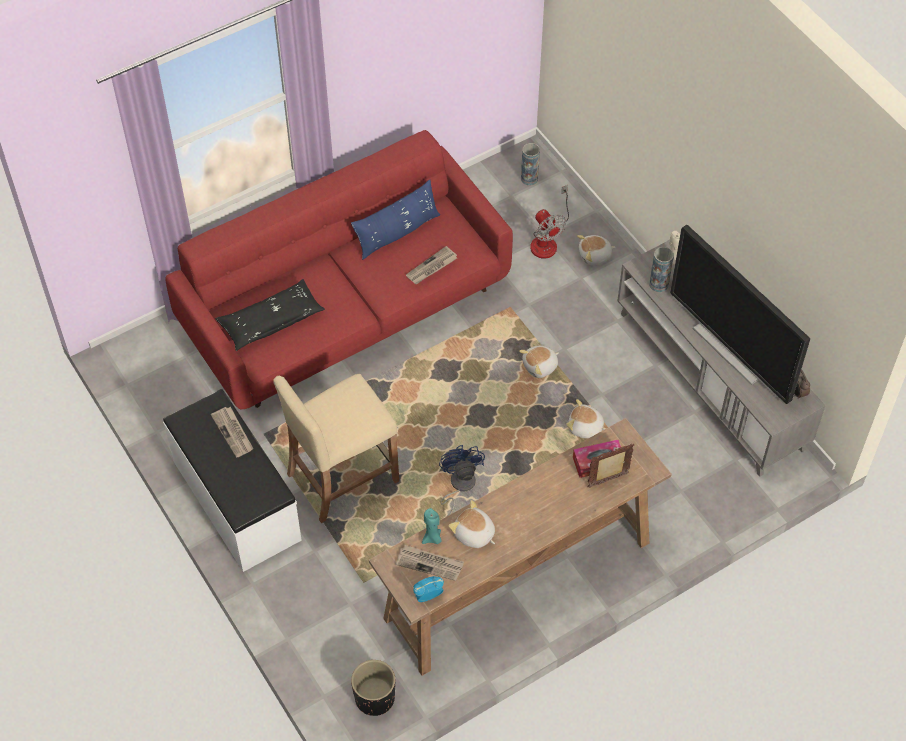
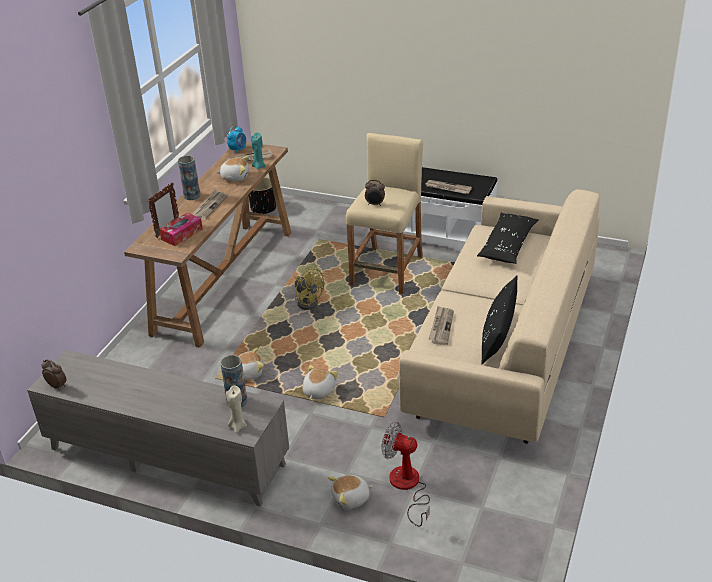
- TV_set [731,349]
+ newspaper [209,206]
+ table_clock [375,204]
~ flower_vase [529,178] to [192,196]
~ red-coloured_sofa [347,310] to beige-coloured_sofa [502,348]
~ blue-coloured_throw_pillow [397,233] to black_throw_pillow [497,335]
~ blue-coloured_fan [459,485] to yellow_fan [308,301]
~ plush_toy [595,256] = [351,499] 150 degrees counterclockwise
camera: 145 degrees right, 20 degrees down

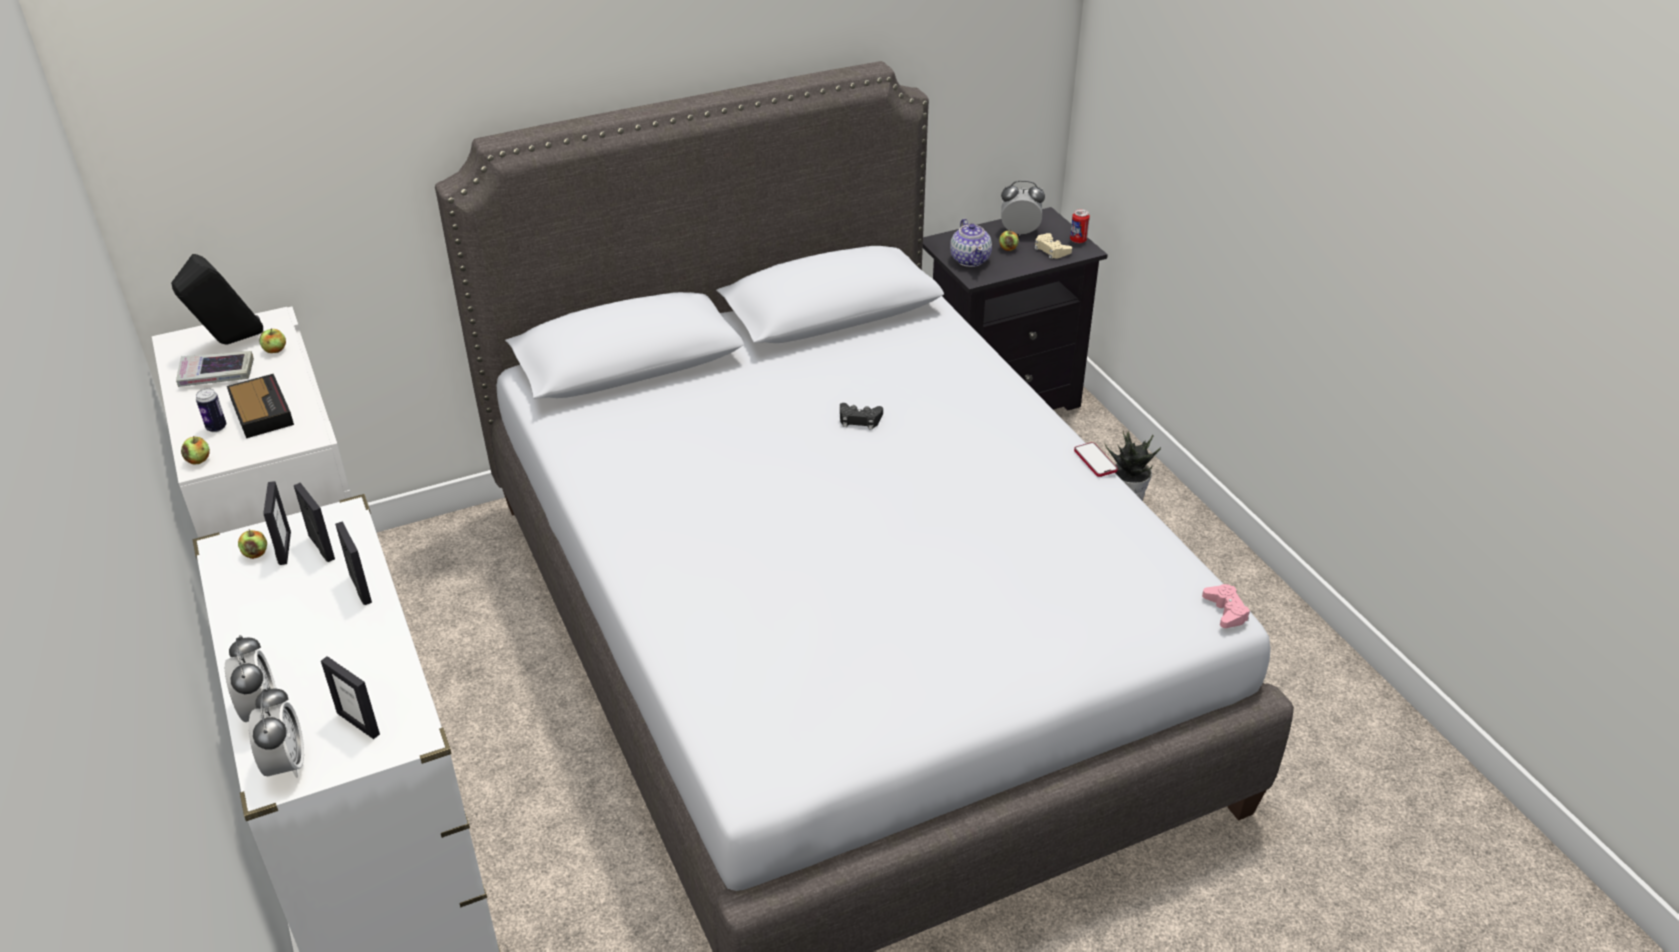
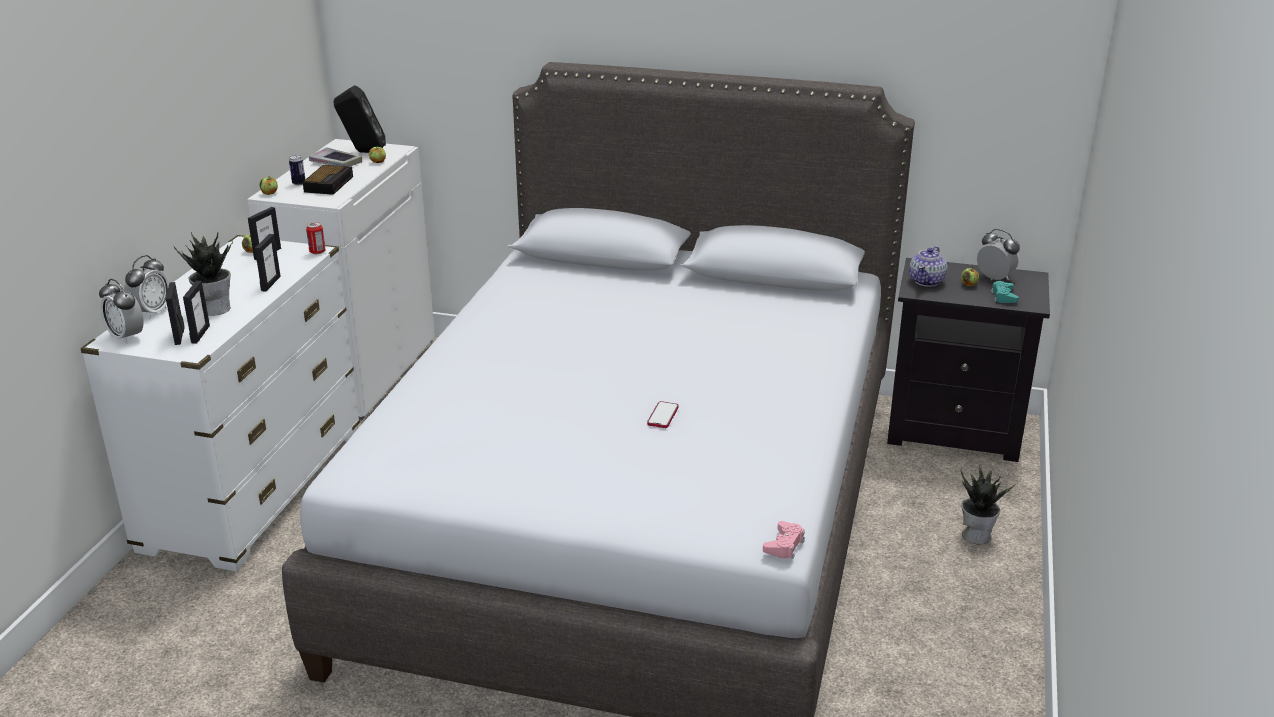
- black_joypad [859,420]
+ potted_plant [215,308]
~ standing_frame [321,547] to [200,334]
~ metal_can [1078,240] to [317,252]
~ handset [1095,461] to [663,416]
~ beige-coloured_joypad [1051,250] to blue-green_joypad [1003,296]
~ table_clock [285,764] = [126,337] 105 degrees clockwise
camera: 40 degrees right, 10 degrees down

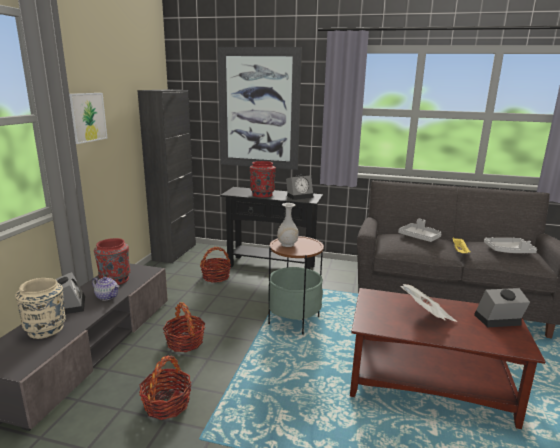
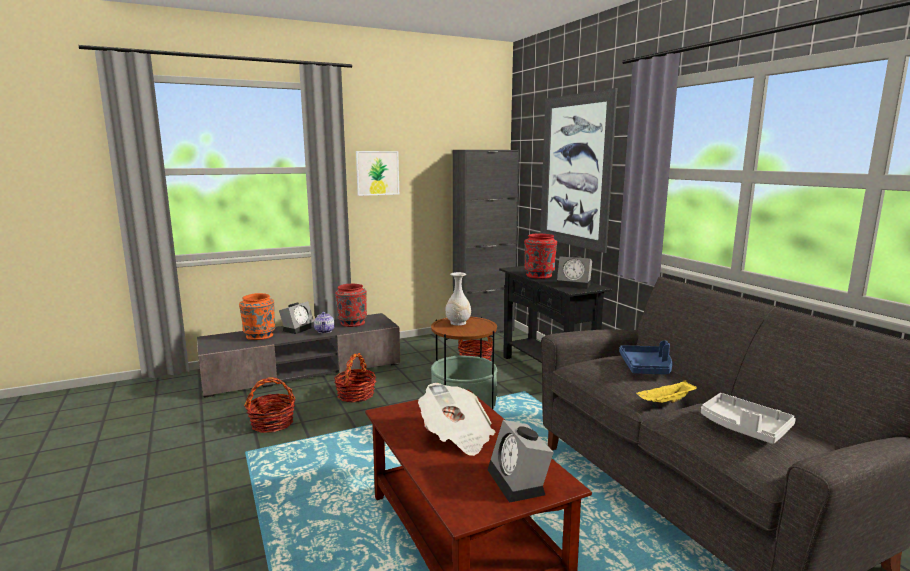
~ beige-coloured_flower_vase [46,330] to orangey_flower_vase [259,336]
~ gray_carrying_tray [419,237] to blue-coloured_carrying_tray [646,368]
~ table_clock [497,321] = [519,482] 150 degrees counterclockwise
camera: 50 degrees right, 5 degrees down

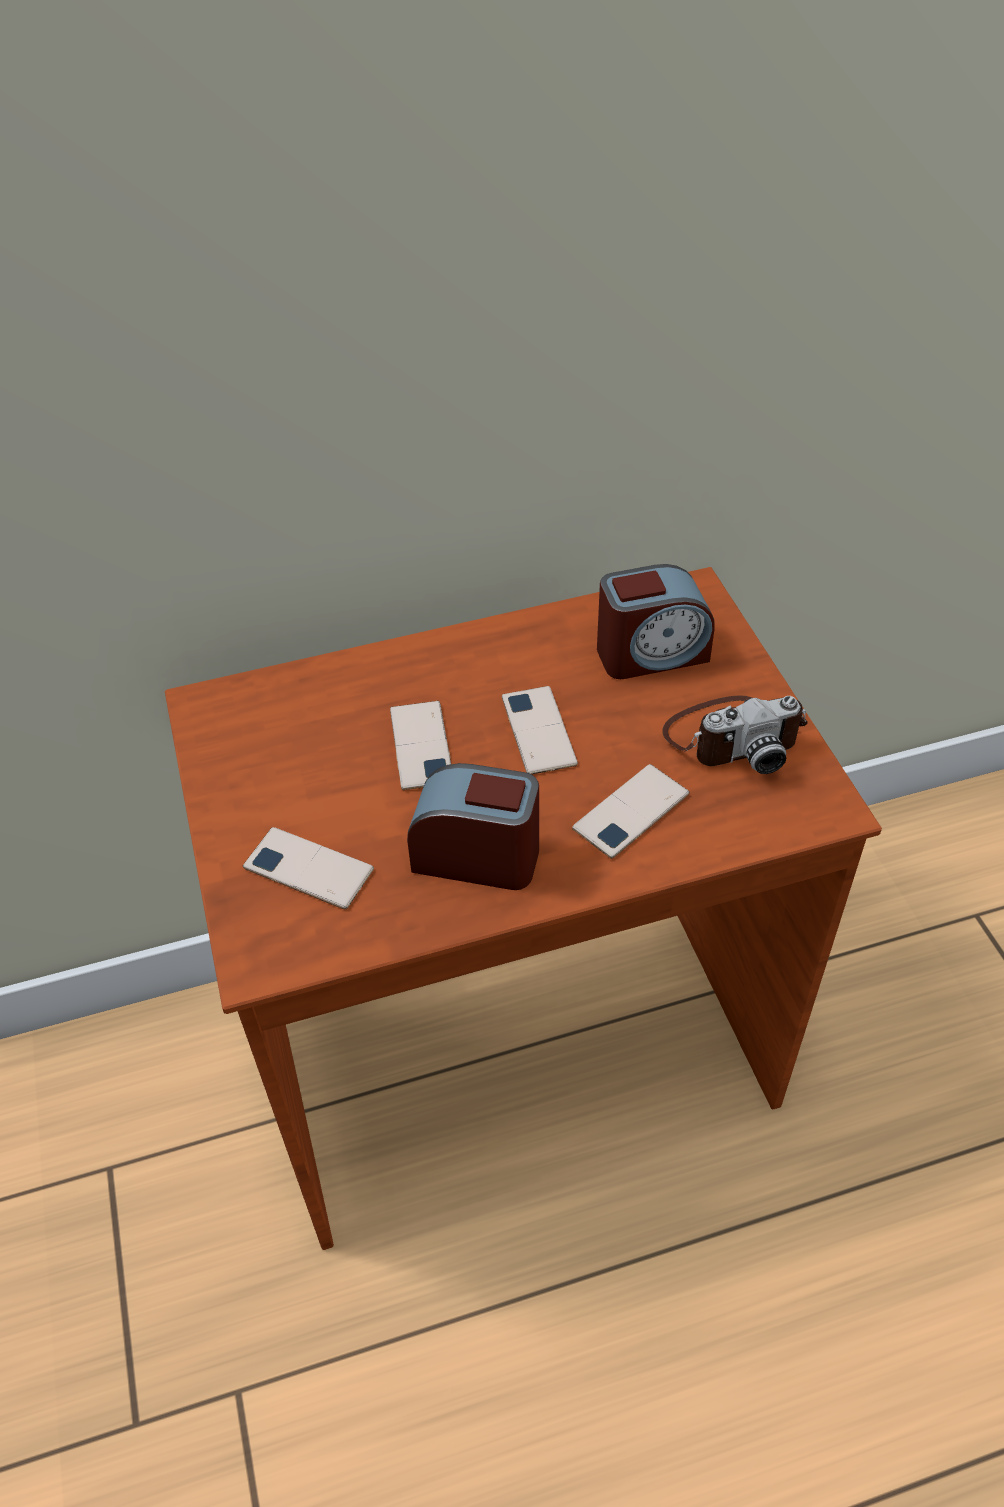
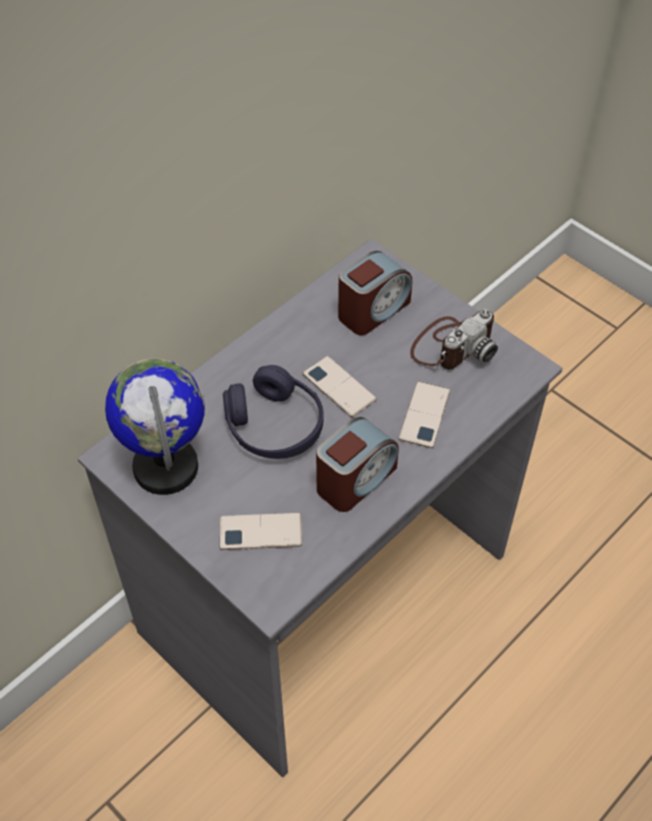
+ world_globe [166,466]
~ handset [421,746] to purplish_headphones [274,426]
~ brown_desk_table [513,1048] to gray_desk_table [327,596]
~ table_clock [477,856] = [355,479] 150 degrees clockwise
camera: 30 degrees left, 5 degrees up

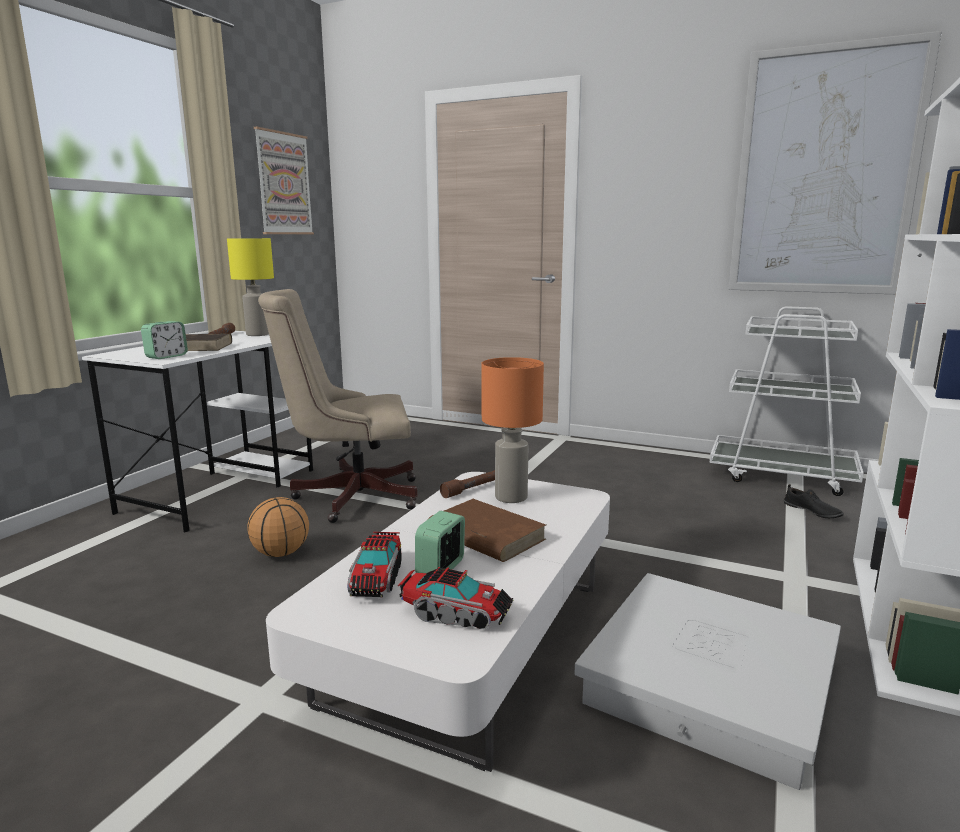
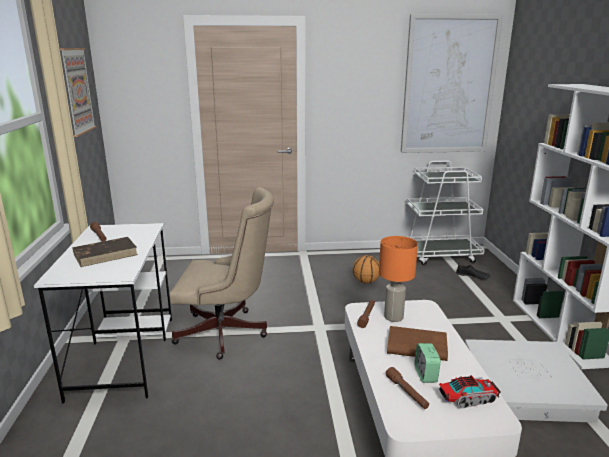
- table_clock [166,356]
- yellow_tabletop_lamp [257,334]
~ ball_for_basketball [281,553] to [365,281]
~ toy_truck [377,578] to brown_flashlight [407,393]
~ beige-coloured_desk_chair [349,496] = [227,334] 135 degrees counterclockwise
camera: 30 degrees left, 5 degrees up

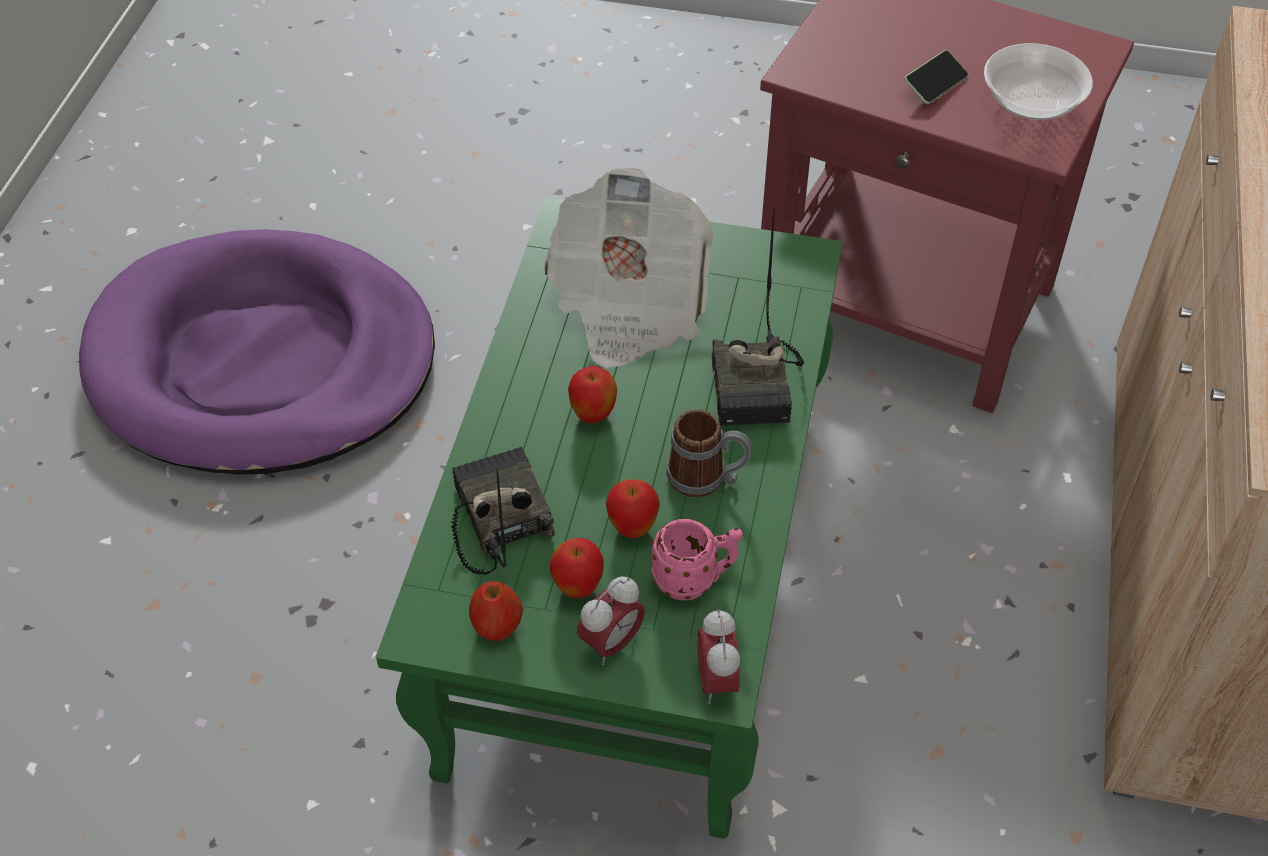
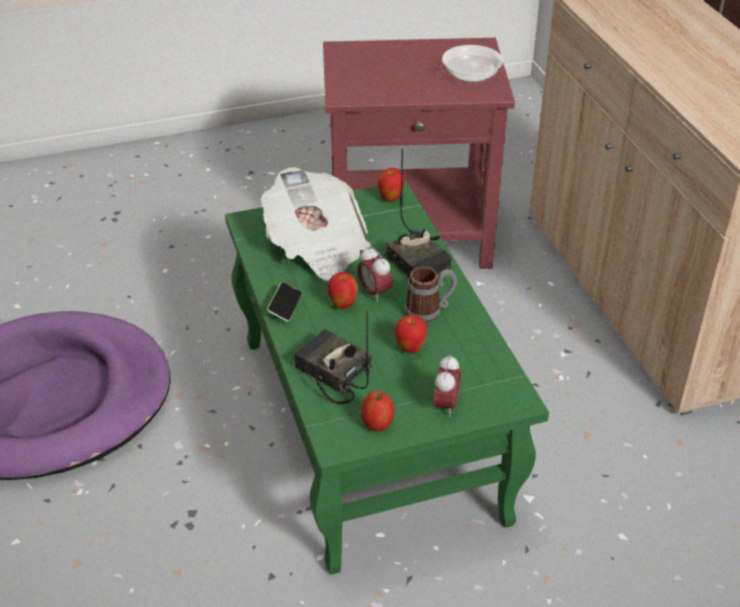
- pinkish_tea_mug [695,580]
~ apple_fruit [578,588] to [390,198]
~ table_clock [717,681] to [374,292]
~ handset [935,86] to [285,307]
camera: 30 degrees left, 10 degrees down

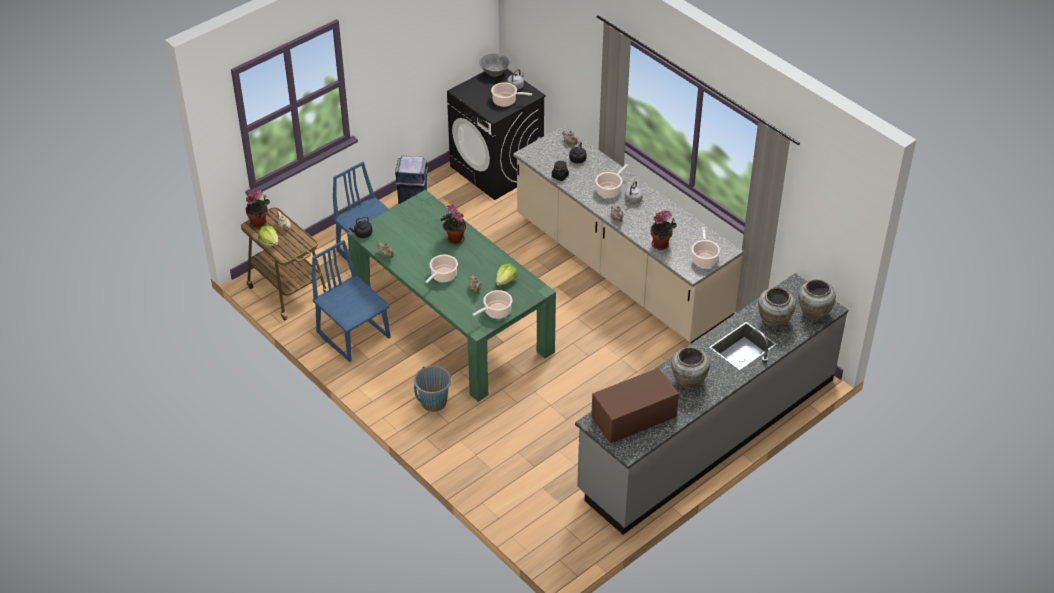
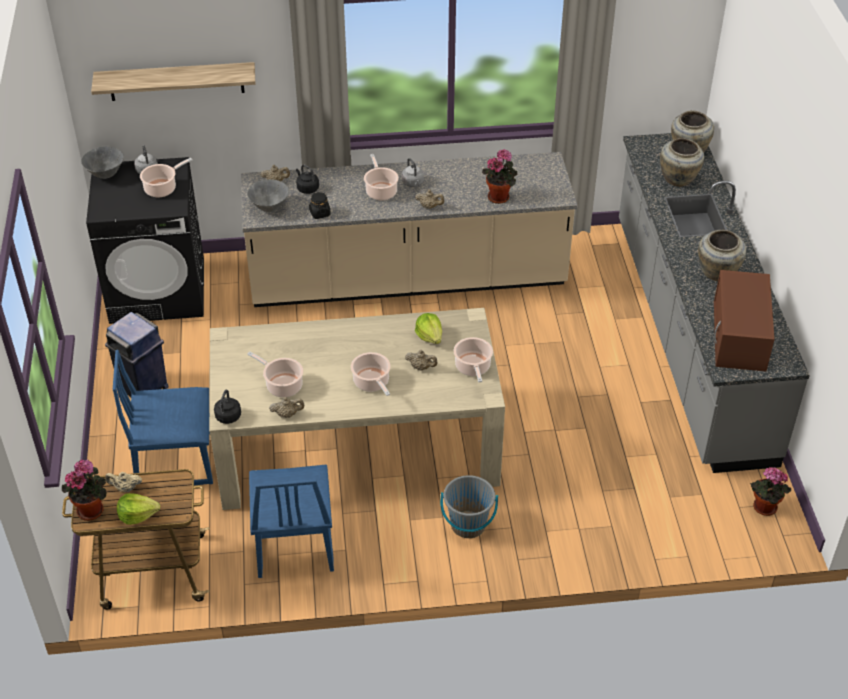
+ shelf [176,81]
+ gray_deep_dish [269,207]
~ potted_plant [454,239] to [763,508]
~ cooking_pot [704,259] to [282,385]
~ greenish_dinner_table [452,322] to beige-coloured_dinner_table [357,446]
~ blue-coloured_upright_chair [354,335] = [293,544] 90 degrees counterclockwise
camera: 55 degrees left, 0 degrees up

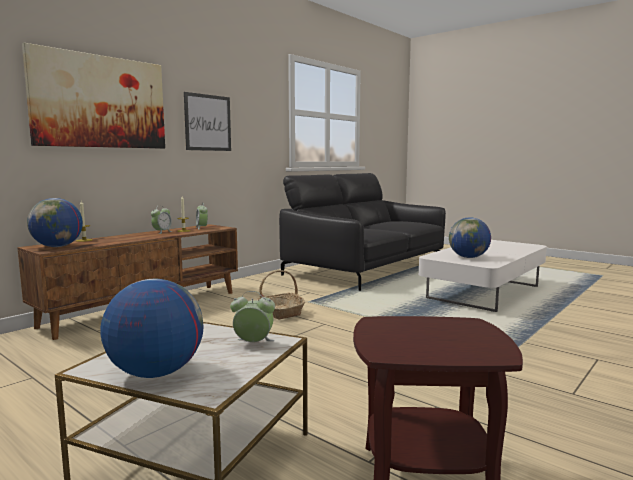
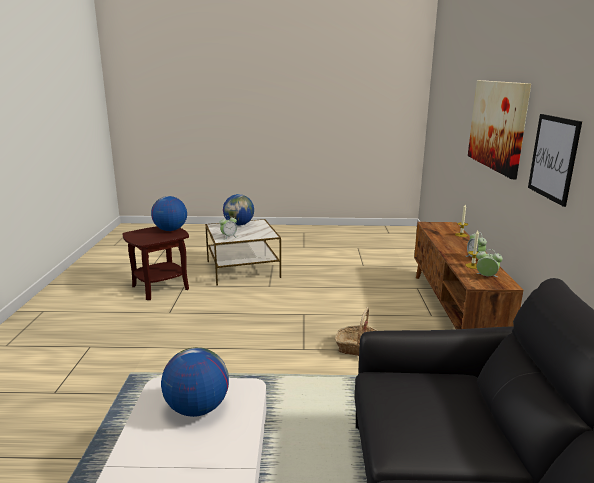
~ world_globe [57,246] to [170,230]
camera: 140 degrees right, 10 degrees up

